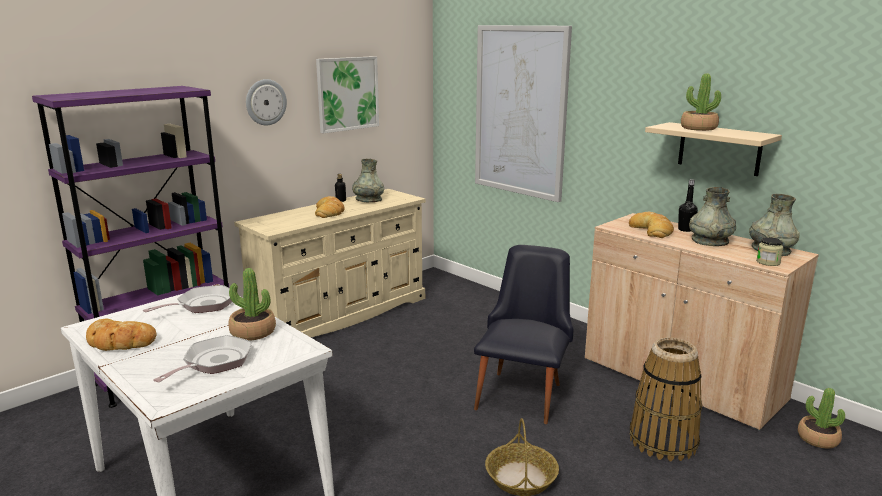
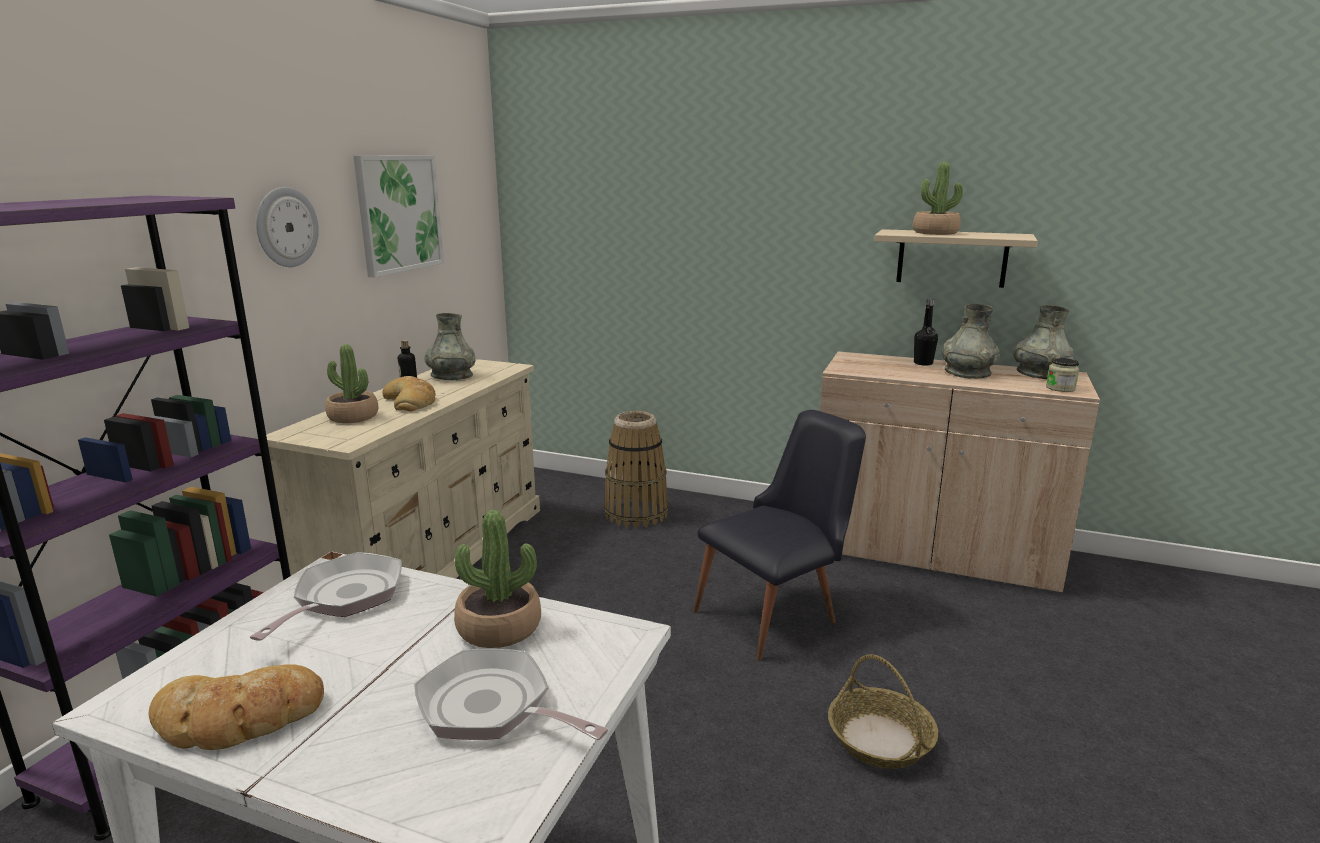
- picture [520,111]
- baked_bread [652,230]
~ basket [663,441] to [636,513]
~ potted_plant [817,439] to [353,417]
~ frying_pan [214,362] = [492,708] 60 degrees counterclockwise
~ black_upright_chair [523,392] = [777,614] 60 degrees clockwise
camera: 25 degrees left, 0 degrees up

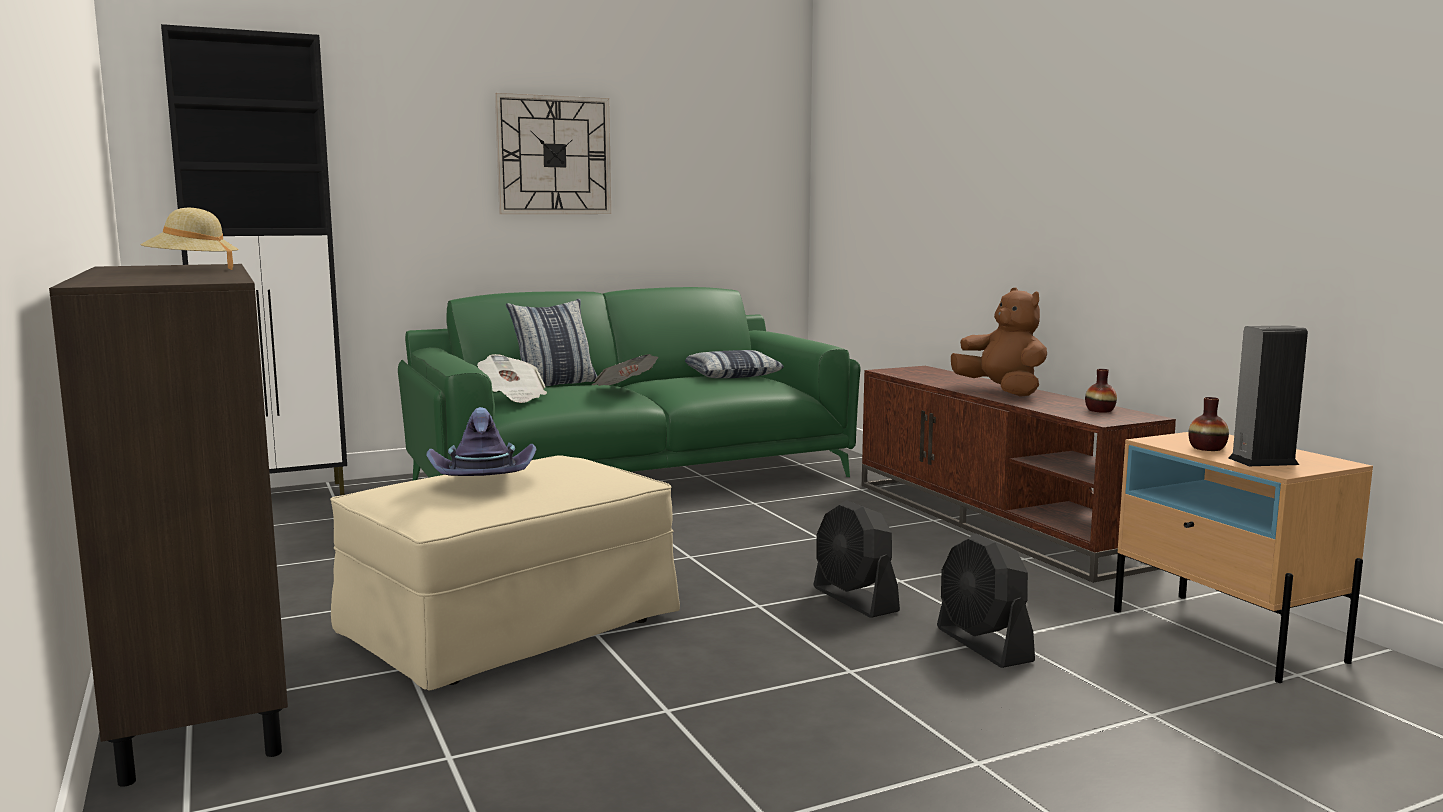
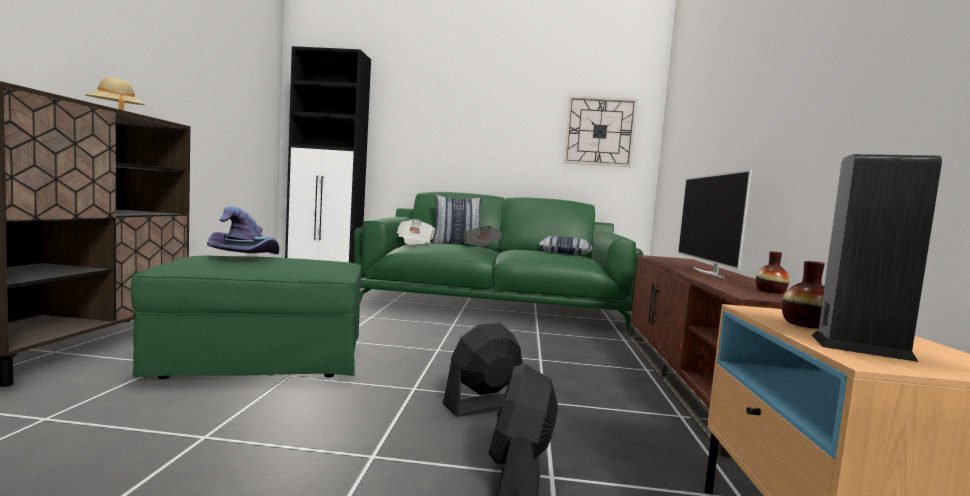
~ hanging_clock [554,155] to [599,131]
~ brown_plush_toy [1002,391] to TV_set [709,273]
~ beige-coloured_footrest [508,626] to greenish_footrest [261,358]
~ black_fan [855,600] = [485,405] 60 degrees clockwise
camera: 30 degrees right, 5 degrees down

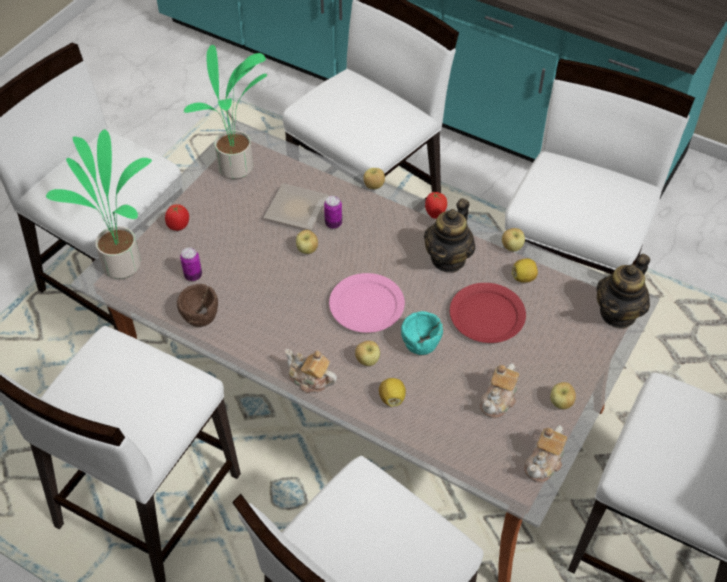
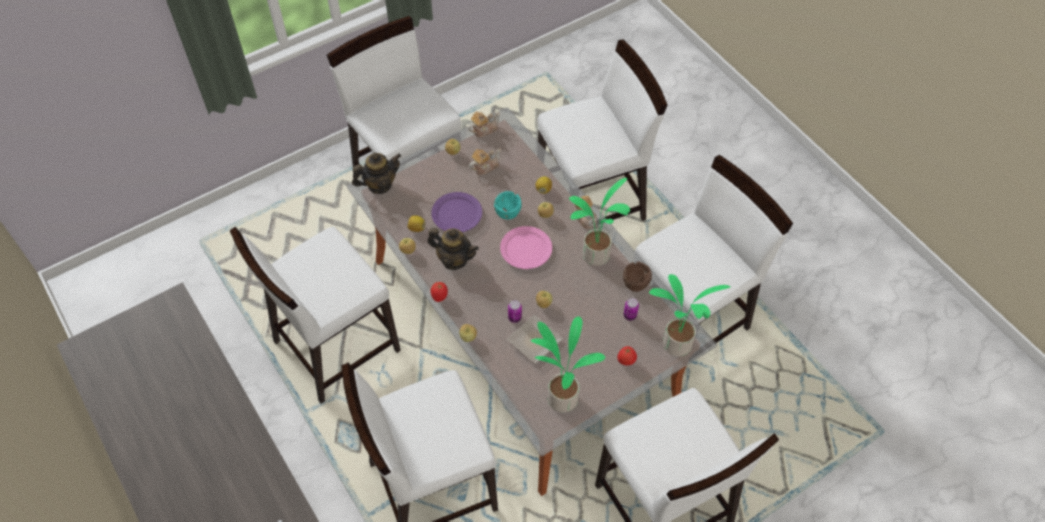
+ potted_plant [595,257]
~ red-coloured_flat_dish [486,315] to purplish_flat_dish [457,214]
~ teapot [448,259] = [454,259] 60 degrees clockwise
camera: 155 degrees left, 5 degrees up

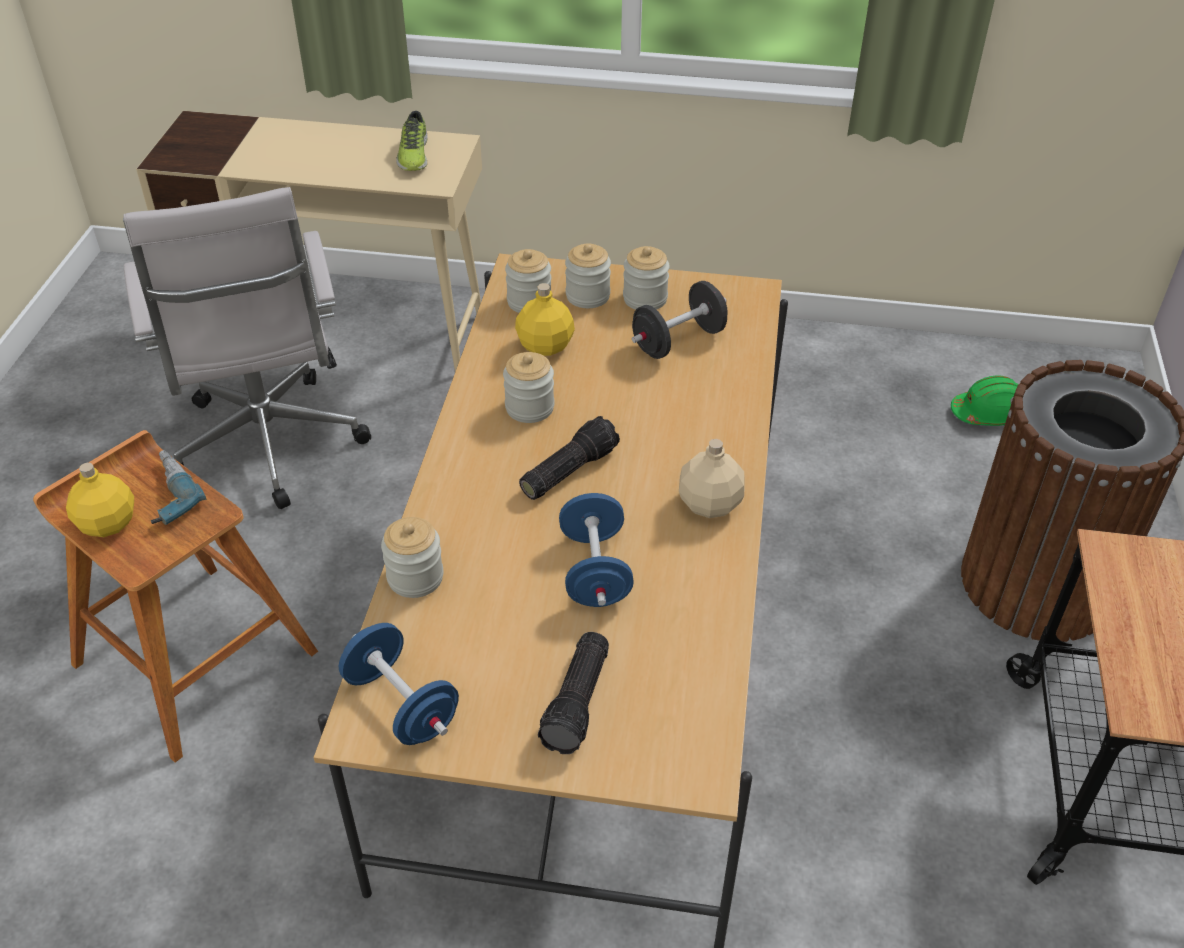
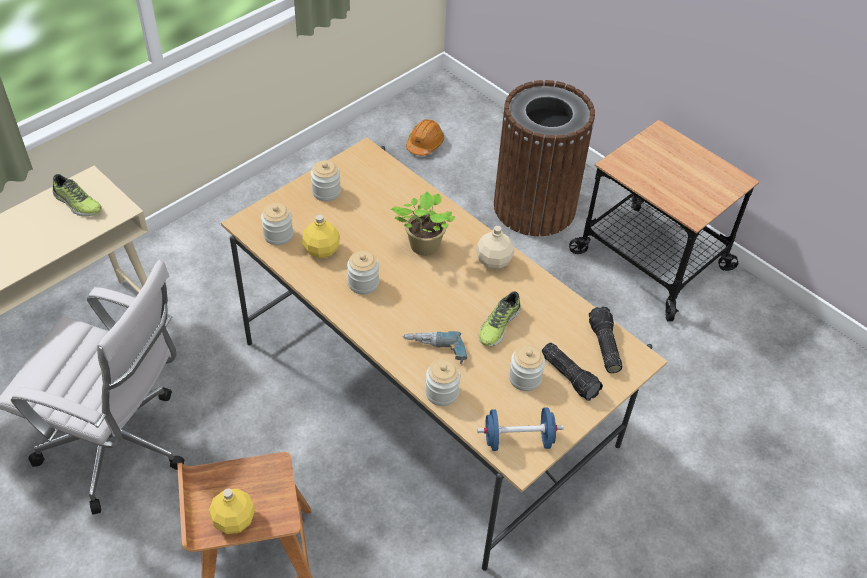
- black_free_weight [678,341]
+ potted_plant [422,246]
~ electric_drill [165,495] to [434,352]
~ flashlight [568,470] to [603,346]
~ jar [587,296] to [525,378]
~ blue-coloured_free_weight [595,571] to shoe [498,325]
~ greenish_hard_hat [988,413] to orangey_hard_hat [425,144]
camera: 55 degrees left, 5 degrees up

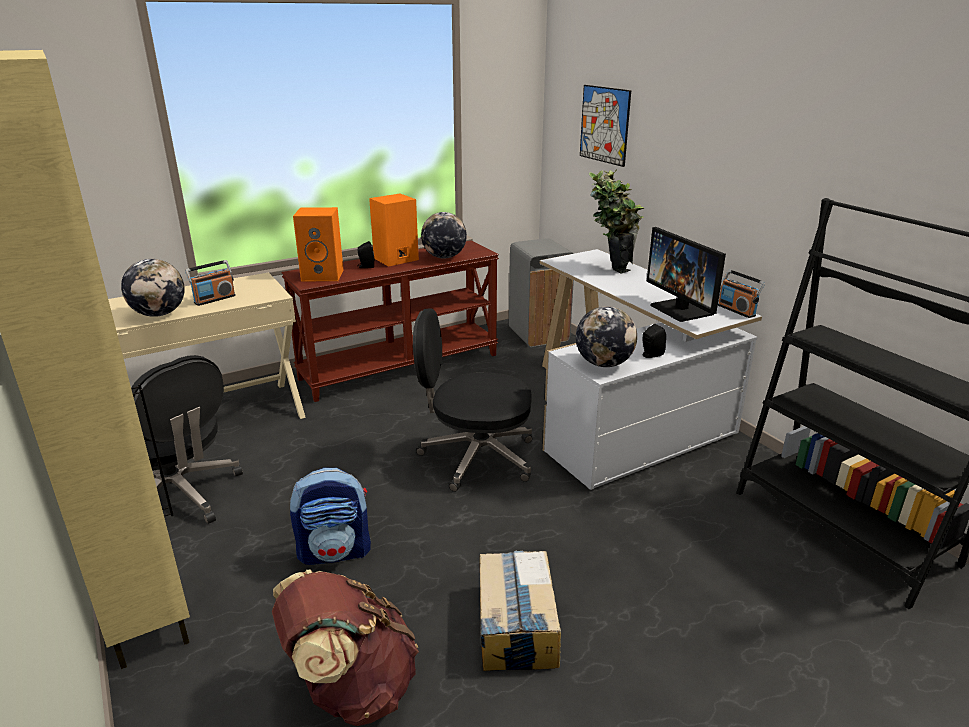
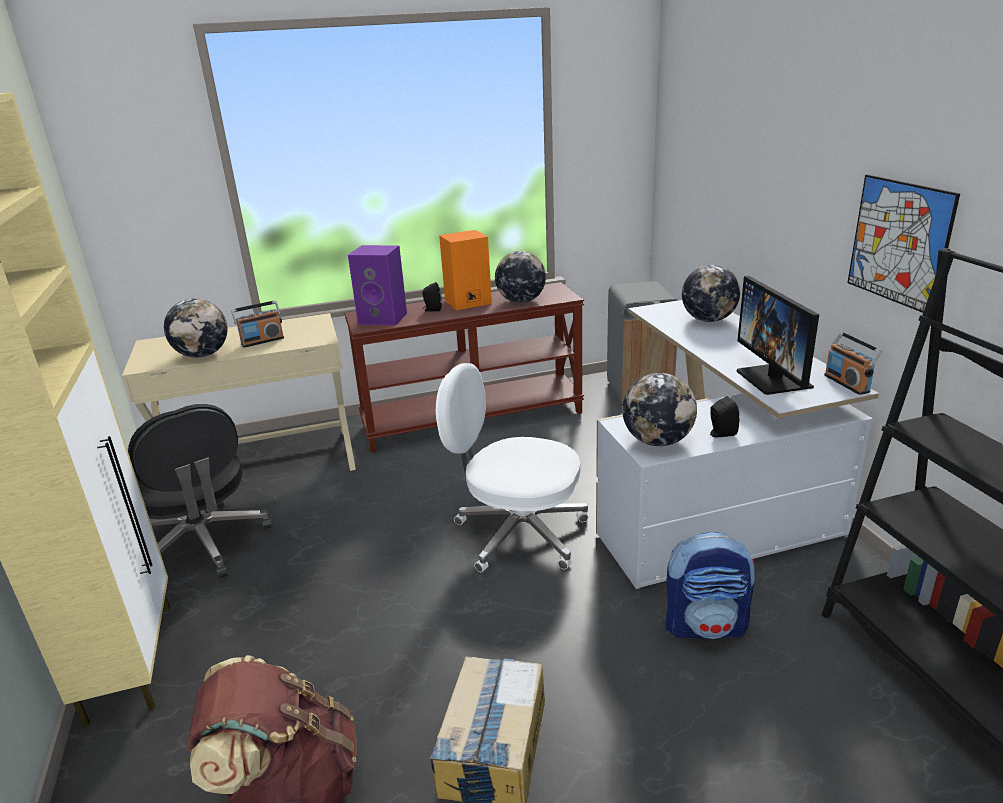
~ rucksack [335,551] to [706,626]
~ picture [604,125] to [899,242]
~ potted_plant [610,267] to world_globe [708,320]
~ orangey_speaker [324,275] to purplish_speaker [384,318]
~ black_desk_chair [475,457] to white-coloured_desk_chair [517,533]
camera: 15 degrees right, 0 degrees up

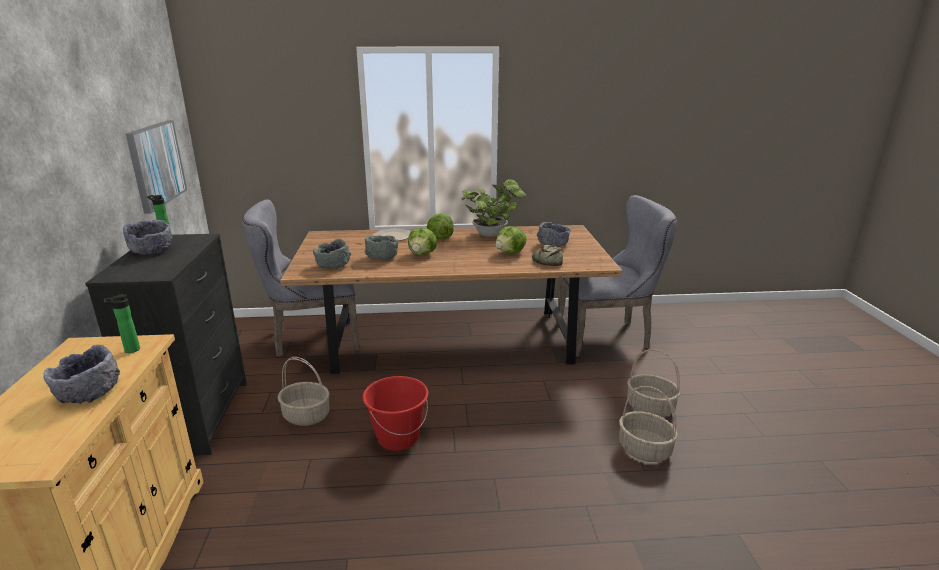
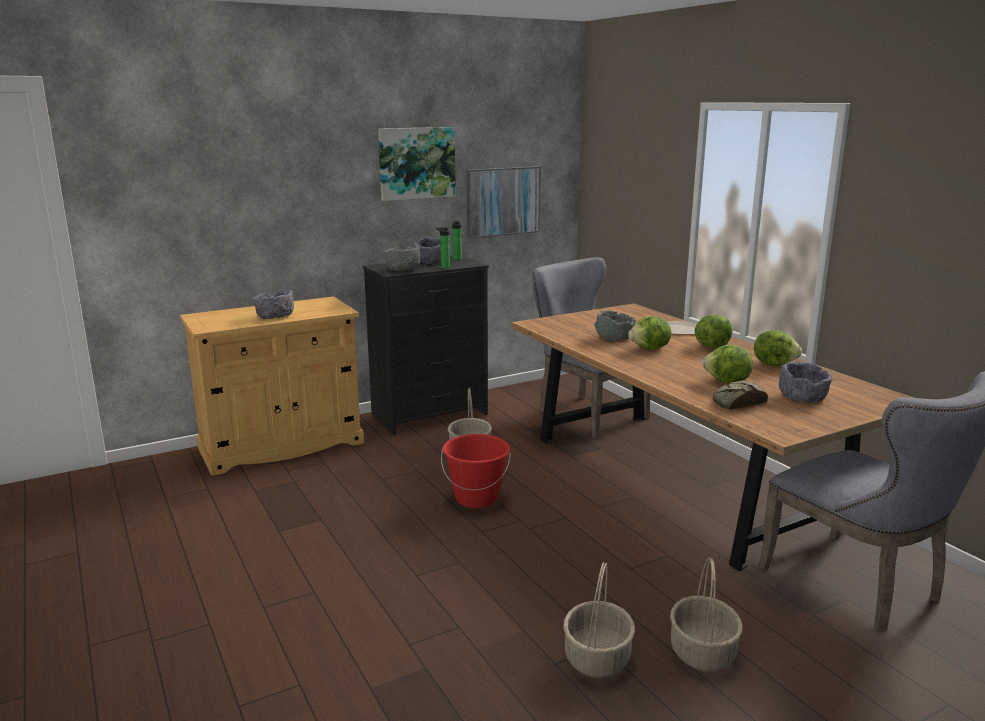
+ picture [416,163]
~ bottle [129,350] to [444,267]
~ gray_deep_dish [333,265] to [402,269]
~ potted_plant [492,234] to head_of_lettuce [774,364]
camera: 65 degrees right, 5 degrees down

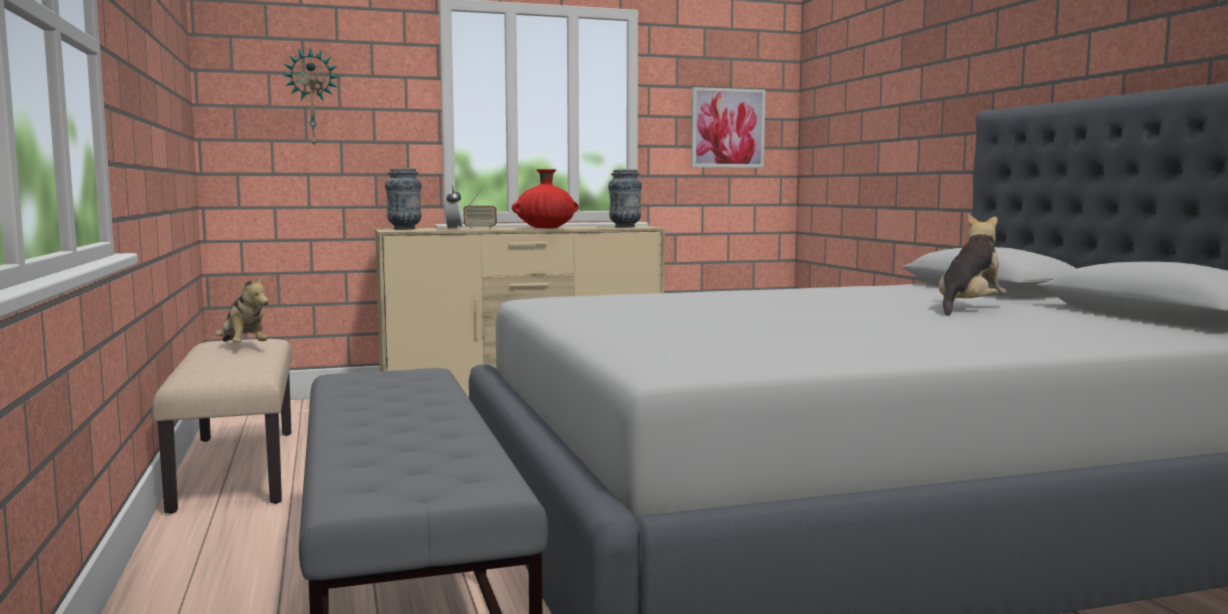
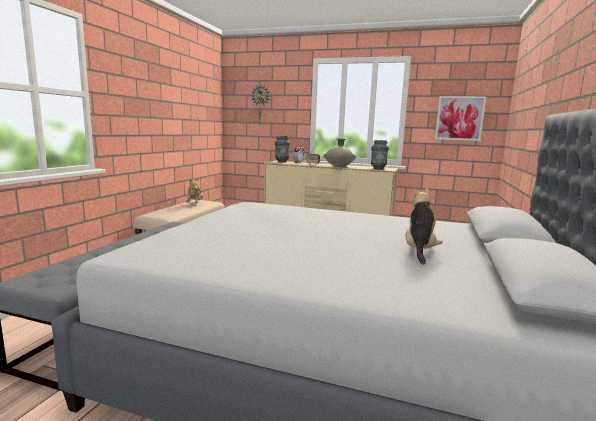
~ red-coloured_flower_vase [545,228] to beige-coloured_flower_vase [339,166]
~ plush_toy [969,308] = [419,250] 60 degrees counterclockwise
camera: 35 degrees right, 5 degrees up

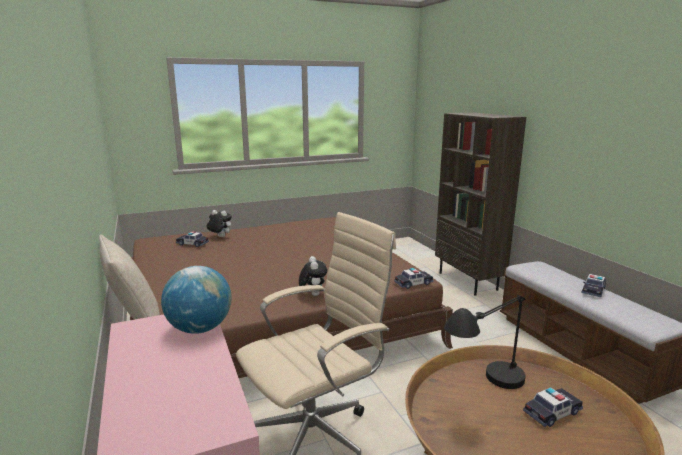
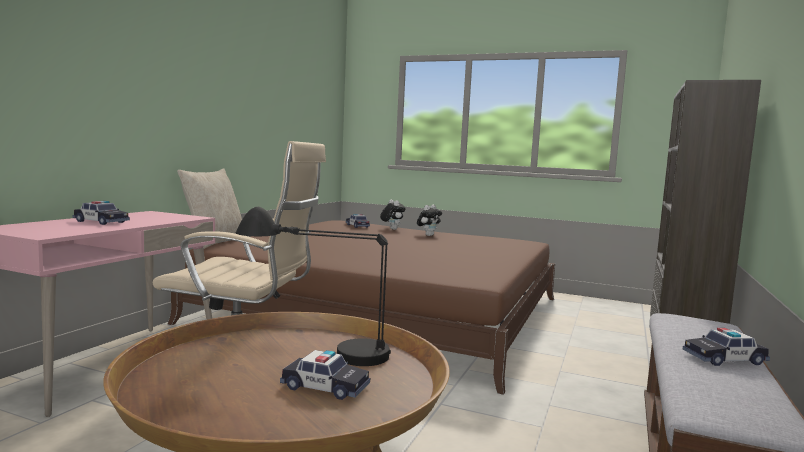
- world_globe [200,328]
~ plush_toy [313,294] to [428,235]
~ miniature_car [413,283] to [101,222]
camera: 45 degrees right, 10 degrees down

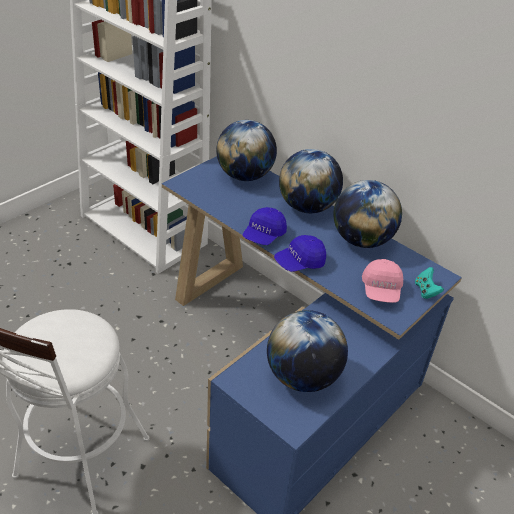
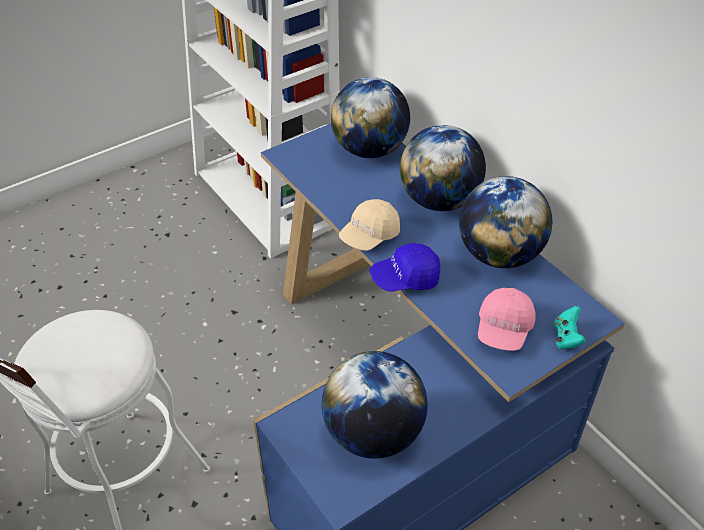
~ blue-coloured_peaked_cap [264,235] to beige-coloured_peaked_cap [369,236]
camera: 15 degrees right, 5 degrees up

